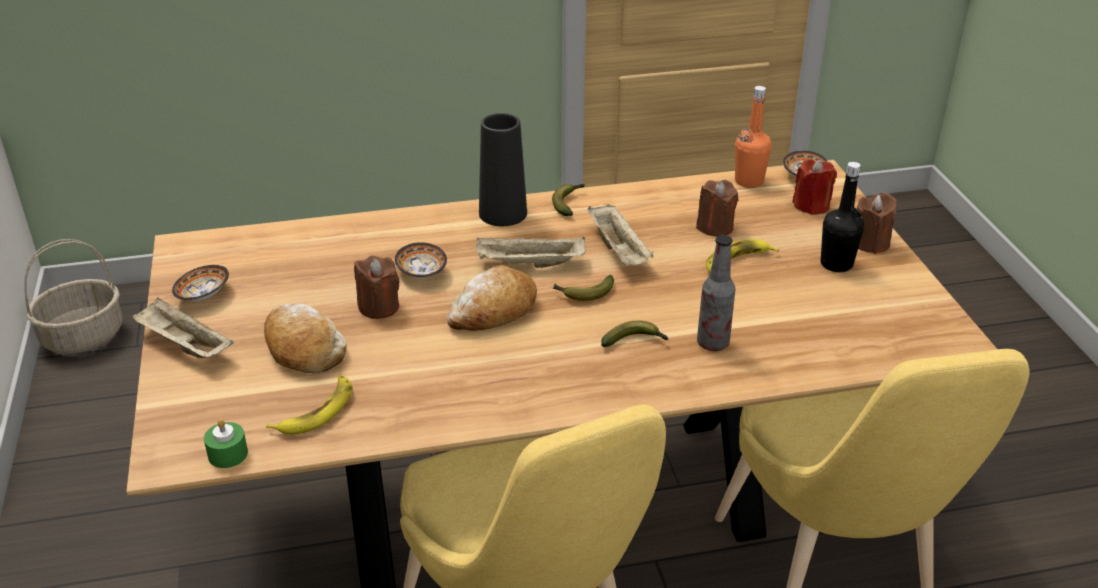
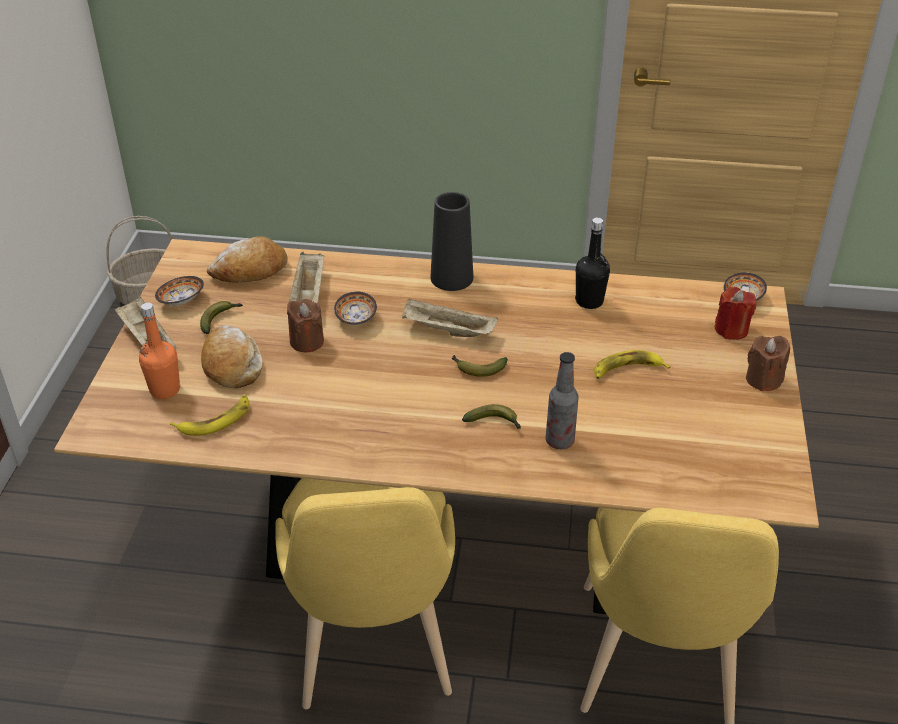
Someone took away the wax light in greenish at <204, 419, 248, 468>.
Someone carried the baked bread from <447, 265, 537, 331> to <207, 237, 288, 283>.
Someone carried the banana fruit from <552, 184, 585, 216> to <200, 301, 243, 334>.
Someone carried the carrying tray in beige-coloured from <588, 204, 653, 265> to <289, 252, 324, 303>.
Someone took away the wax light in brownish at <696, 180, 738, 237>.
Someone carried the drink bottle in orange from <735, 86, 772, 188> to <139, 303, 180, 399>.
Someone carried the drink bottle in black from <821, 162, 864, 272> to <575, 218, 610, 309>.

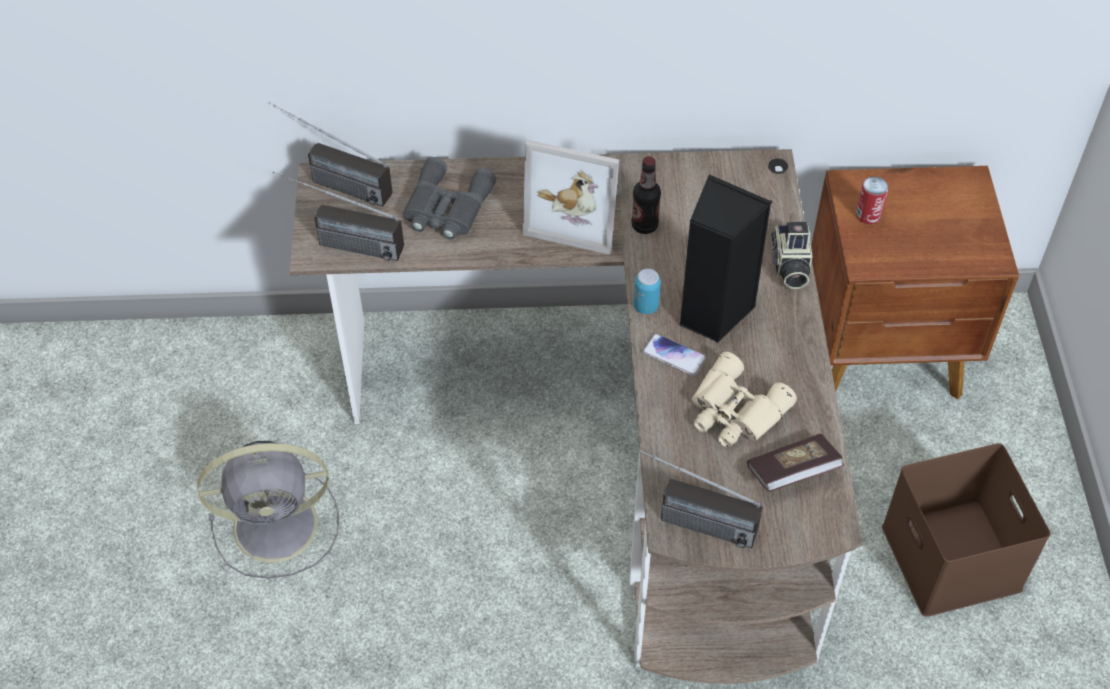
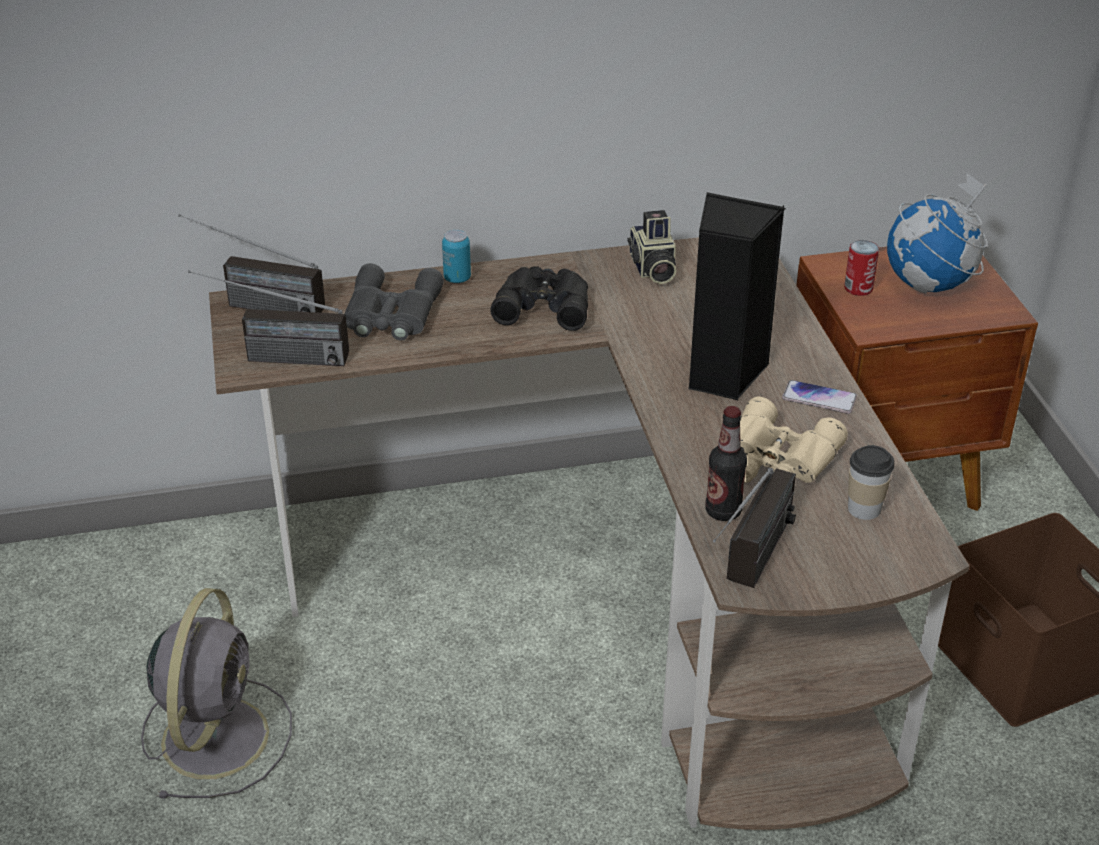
Someone rotated the fan in grey at <198, 441, 339, 579> by 60 degrees counterclockwise.
Someone swapped the photo frame at <523, 140, 621, 255> for the binoculars in black at <490, 266, 588, 331>.
Someone rotated the radio at <621, 442, 763, 548> by 75 degrees counterclockwise.
Someone carried the drink bottle from <631, 156, 661, 234> to <705, 406, 747, 521>.
Someone carried the can from <634, 269, 661, 314> to <442, 230, 471, 283>.
Someone carried the telephone from <642, 333, 707, 376> to <782, 380, 857, 414>.
Someone swapped the volume at <747, 434, 844, 492> for the drinking cup at <848, 445, 894, 520>.
Someone carried the still camera from <771, 222, 812, 289> to <627, 210, 676, 284>.
Someone put down the world globe at <887, 173, 988, 294>.

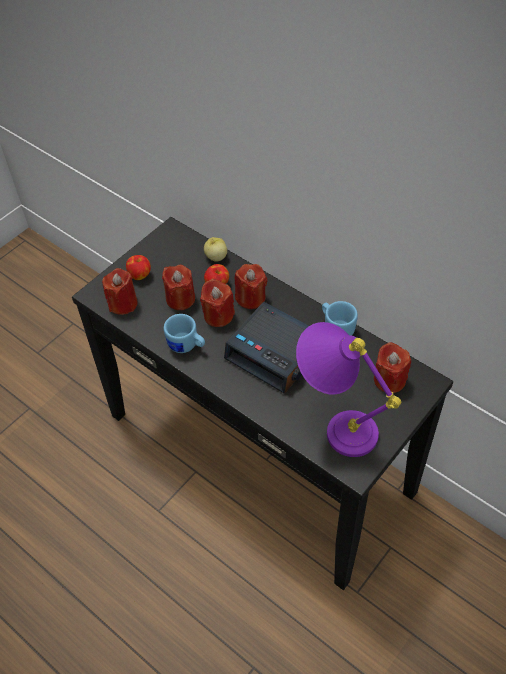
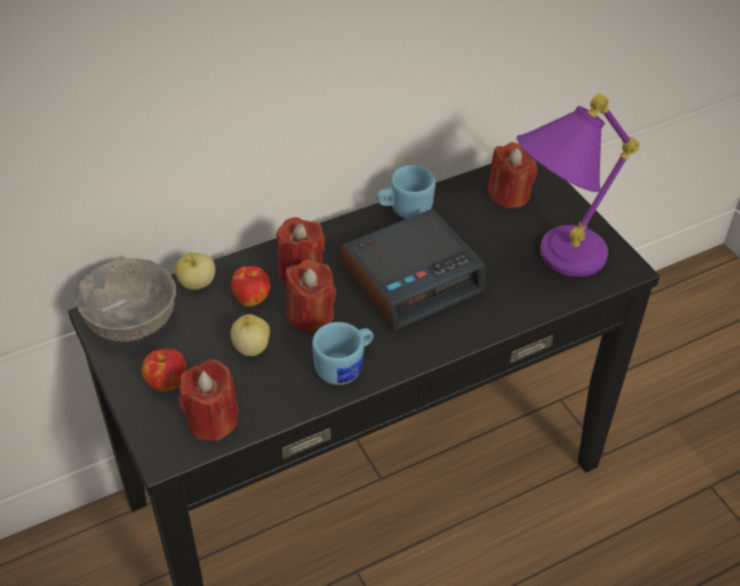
Someone swapped the wax light in reddish at <162, 265, 195, 310> for the apple at <231, 314, 270, 356>.
Someone put down the bowl in grey at <76, 258, 176, 342>.

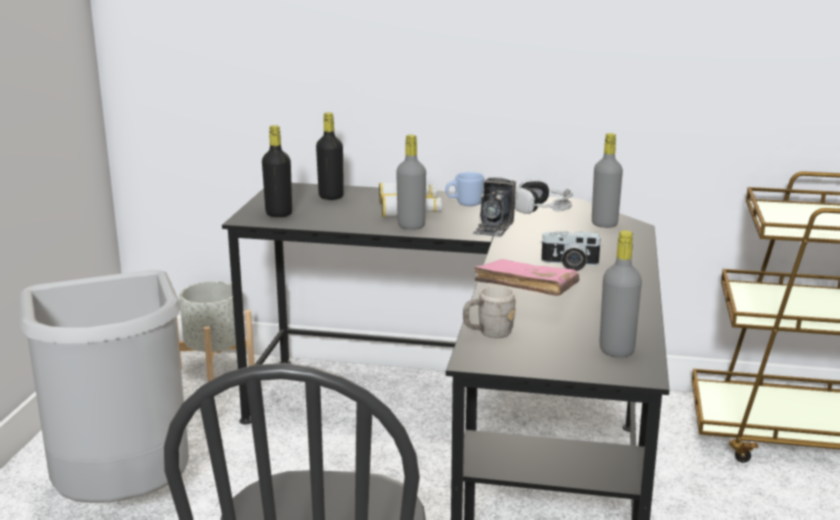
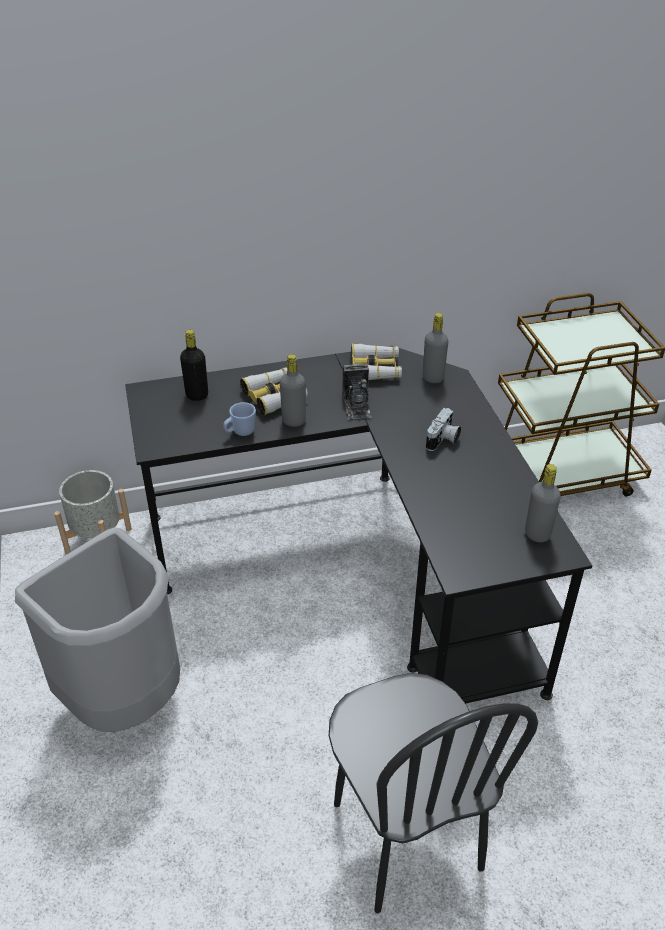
Someone took away the drink bottle in black at <262, 125, 292, 217>.
Someone carried the mug in blue from <446, 172, 485, 206> to <223, 402, 256, 436>.
Someone took away the mug in grey at <463, 286, 516, 338>.
Someone took away the volume in pink at <474, 259, 579, 296>.
Someone swapped the headphones at <515, 179, 573, 214> for the binoculars at <351, 344, 402, 380>.
Someone rotated the still camera at <540, 231, 602, 271> by 45 degrees counterclockwise.

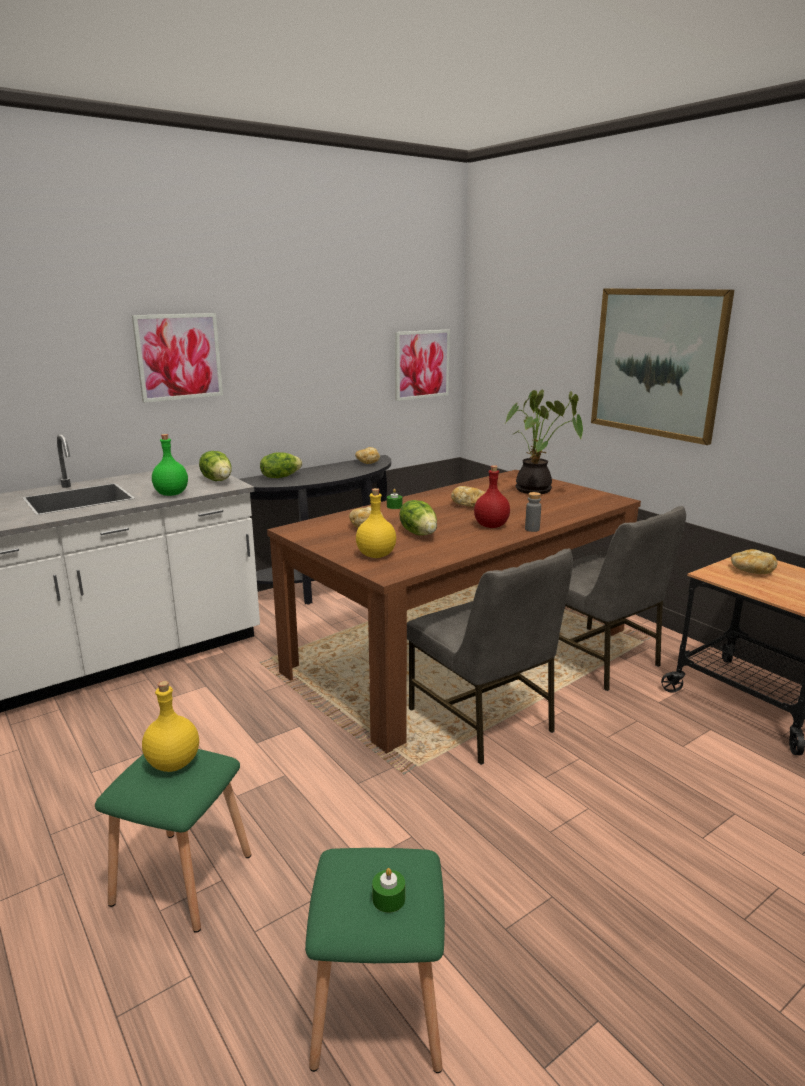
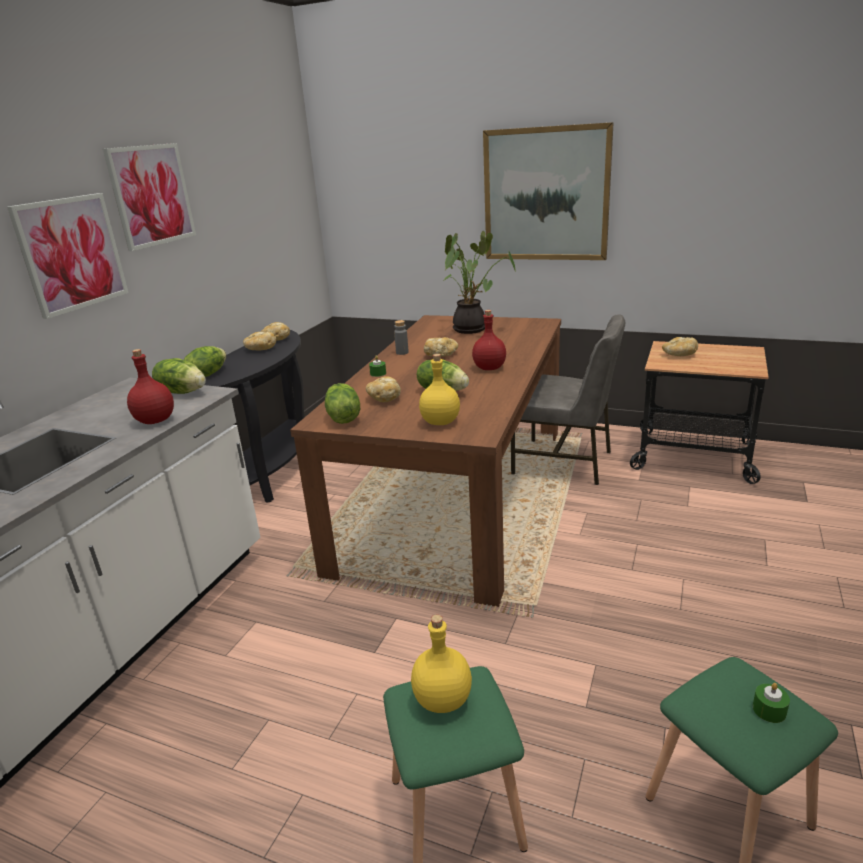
Someone repainted the drink bottle in greenish at <152, 434, 188, 496>, which became the drink bottle in reddish at <127, 349, 174, 424>.
Someone carried the wall art from <395, 329, 450, 401> to <103, 143, 196, 251>.
Someone took away the chair in grey at <407, 548, 573, 765>.
Someone carried the drink bottle in grey from <525, 492, 541, 532> to <394, 320, 409, 355>.
Someone put down the baked bread at <243, 332, 276, 351>.
Someone put down the lettuce head at <325, 383, 360, 424>.

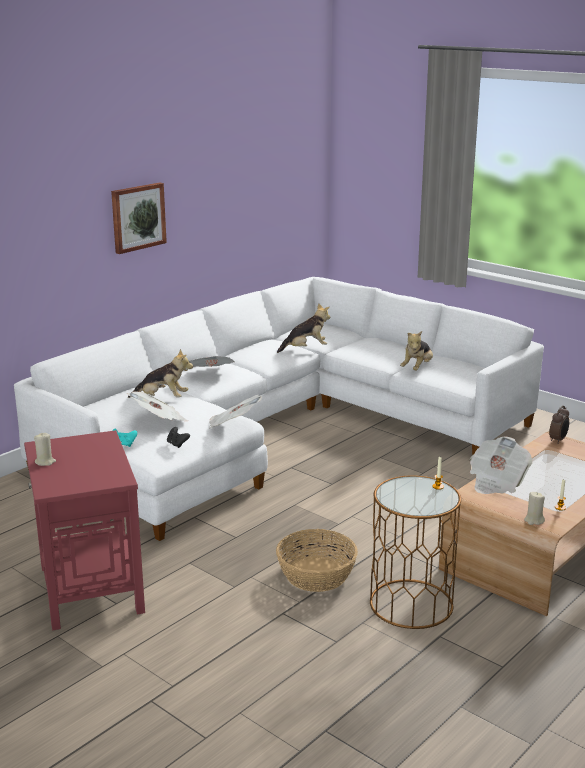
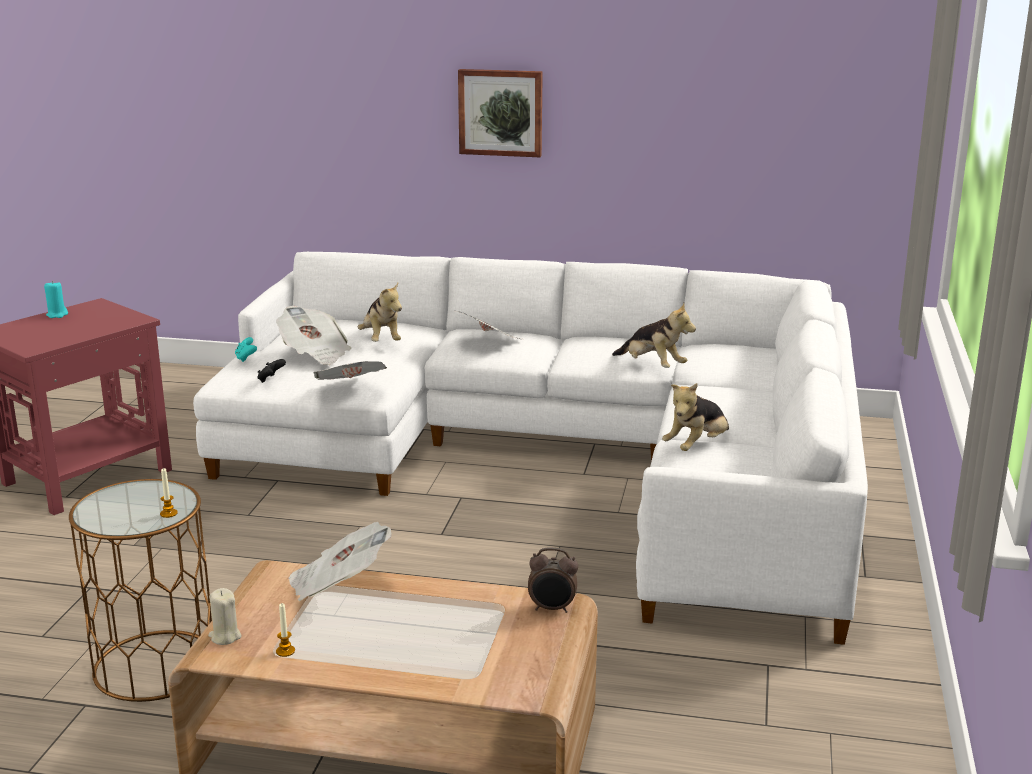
Someone repainted the wax light in beige-coloured at <34, 433, 56, 466>, which became the wax light in blue-green at <44, 281, 68, 318>.
Someone took away the household basket at <276, 529, 358, 592>.
Someone rotated the plush toy at <400, 331, 433, 370> by 45 degrees counterclockwise.

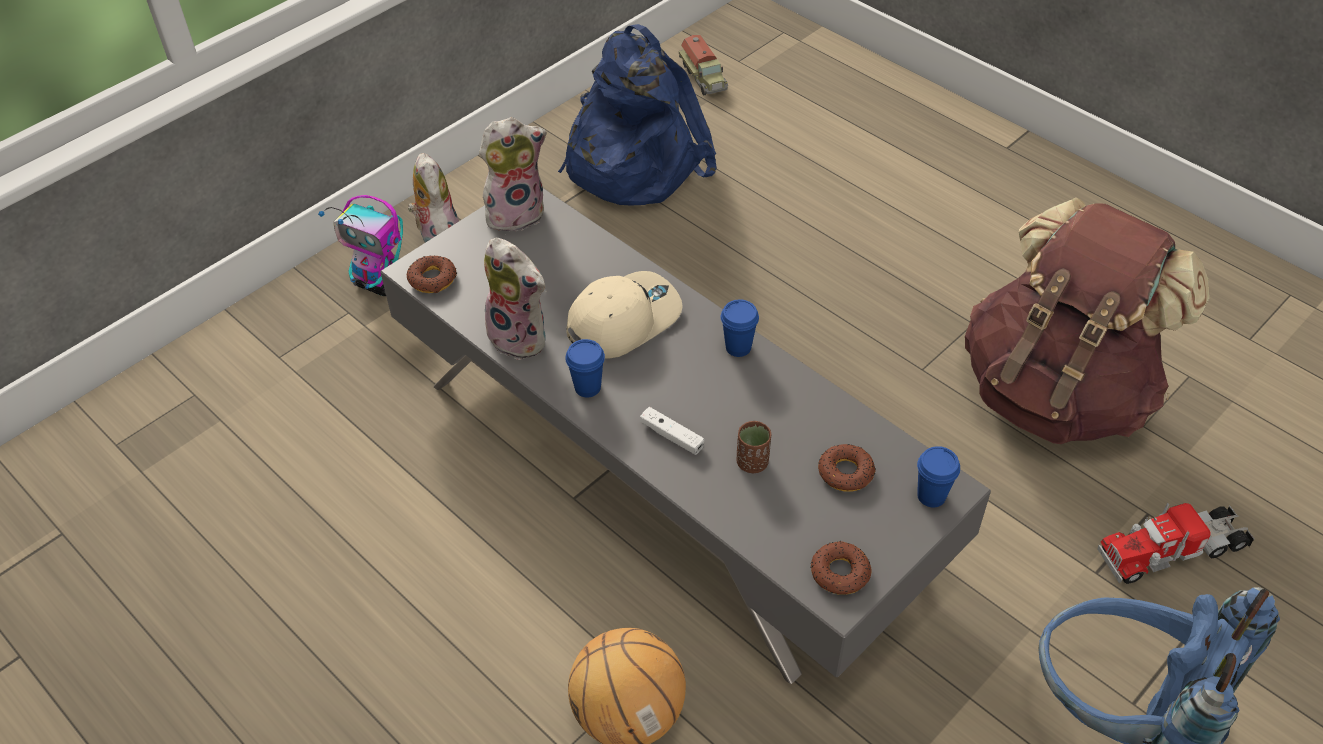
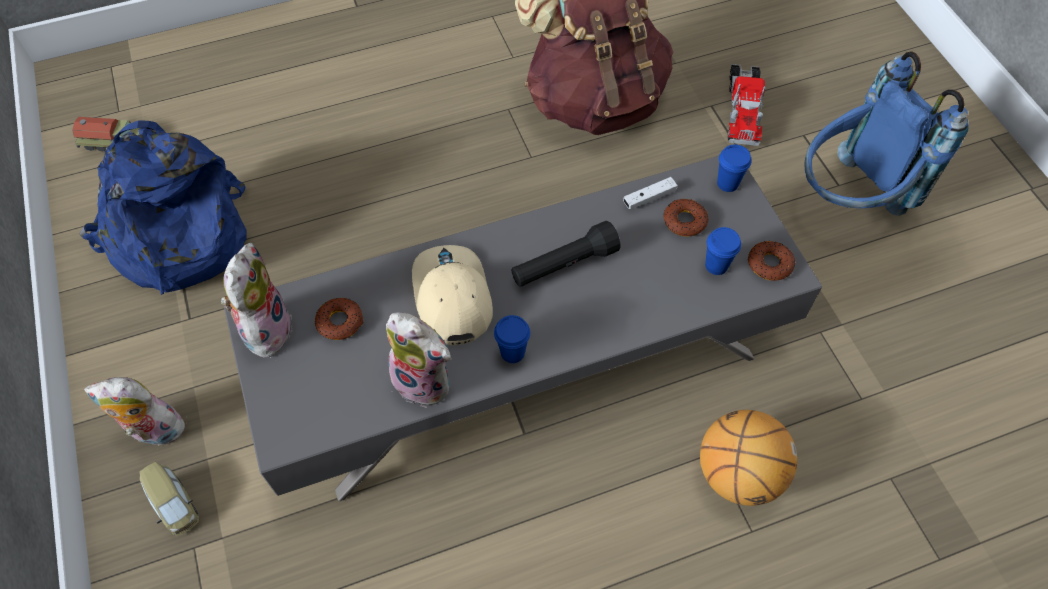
Someone swapped the model robot at <318, 195, 403, 296> for the model car at <139, 462, 199, 536>.
Someone carried the donut from <407, 255, 457, 293> to <315, 298, 364, 340>.
Someone rotated the plush toy at <479, 238, 546, 360> by 60 degrees clockwise.
Someone carried the game controller in whitish from <640, 407, 704, 455> to <623, 177, 678, 209>.
Someone carried the drinking cup in blue from <721, 300, 759, 357> to <705, 227, 741, 275>.
Someone took away the drinking cup in brownish at <736, 421, 771, 473>.
Someone put down the hand torch in black at <511, 221, 620, 287>.

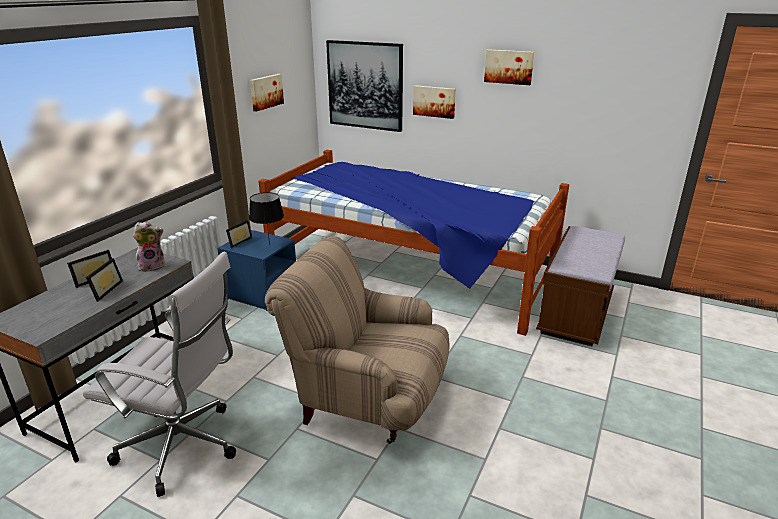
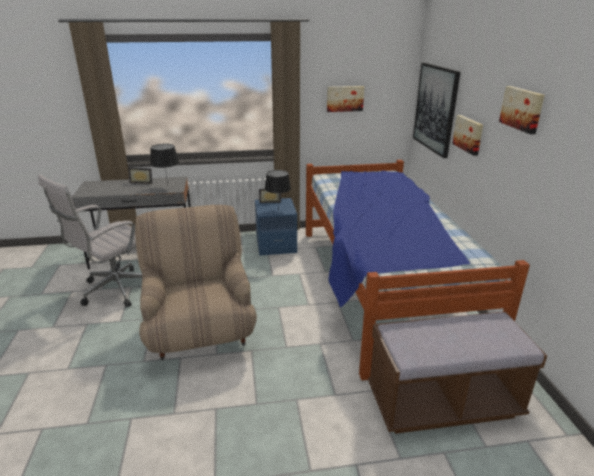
Someone rotated the computer chair in whitish at <83, 252, 236, 497> by 60 degrees clockwise.
Someone took away the photo frame at <86, 258, 123, 302>.
Someone swapped the plush toy at <133, 221, 165, 273> for the tabletop lamp in black at <150, 144, 179, 185>.

